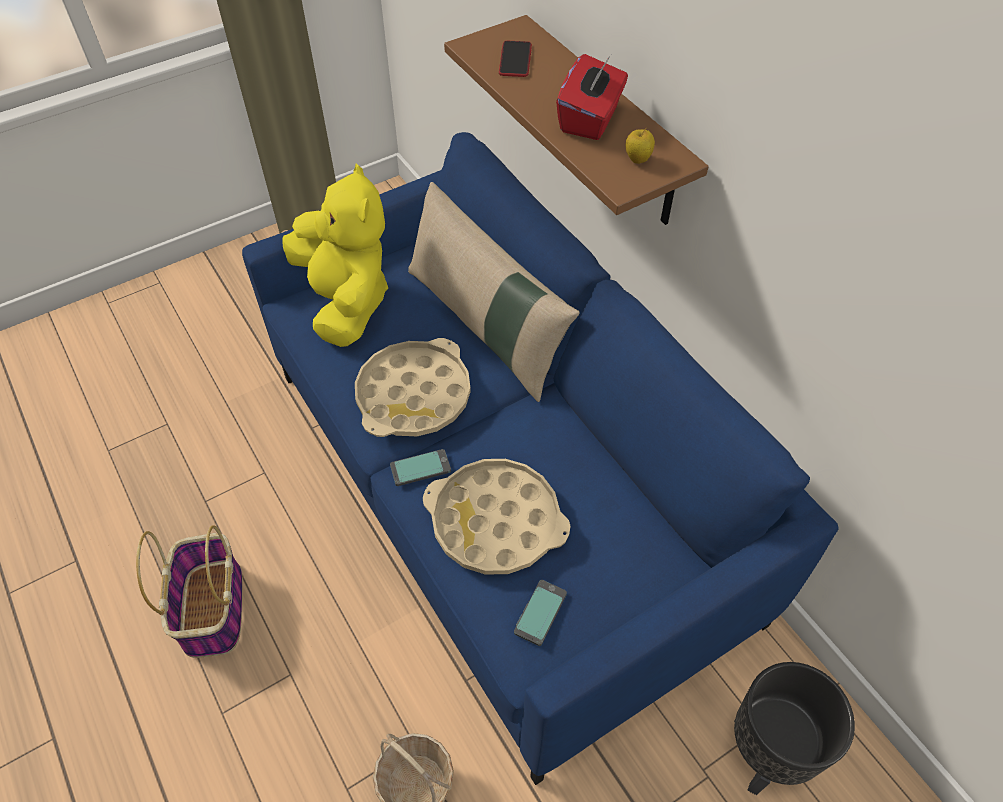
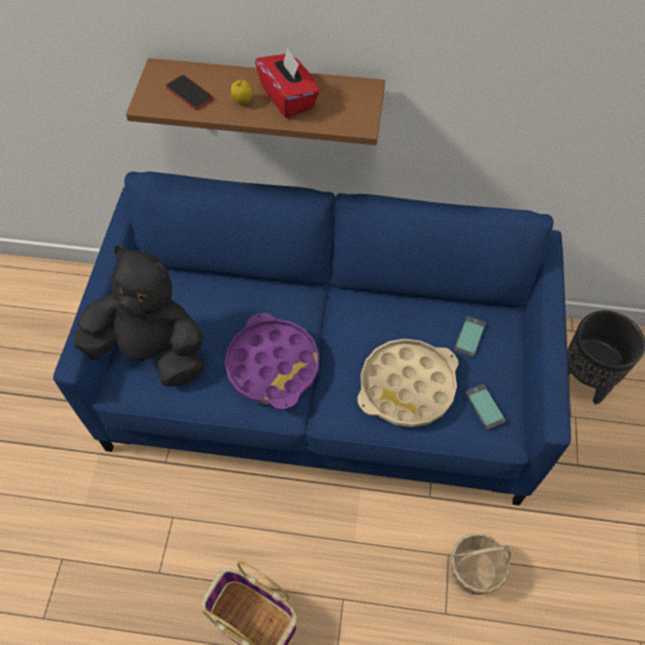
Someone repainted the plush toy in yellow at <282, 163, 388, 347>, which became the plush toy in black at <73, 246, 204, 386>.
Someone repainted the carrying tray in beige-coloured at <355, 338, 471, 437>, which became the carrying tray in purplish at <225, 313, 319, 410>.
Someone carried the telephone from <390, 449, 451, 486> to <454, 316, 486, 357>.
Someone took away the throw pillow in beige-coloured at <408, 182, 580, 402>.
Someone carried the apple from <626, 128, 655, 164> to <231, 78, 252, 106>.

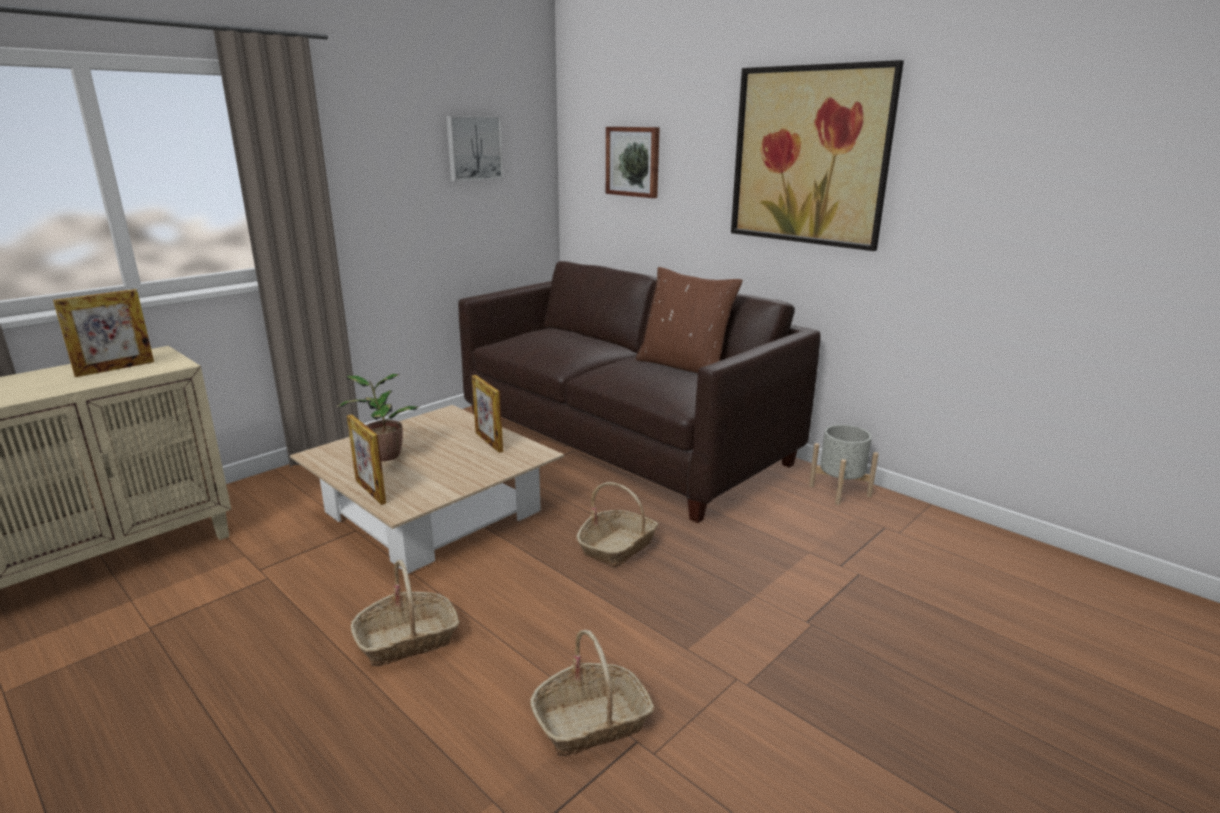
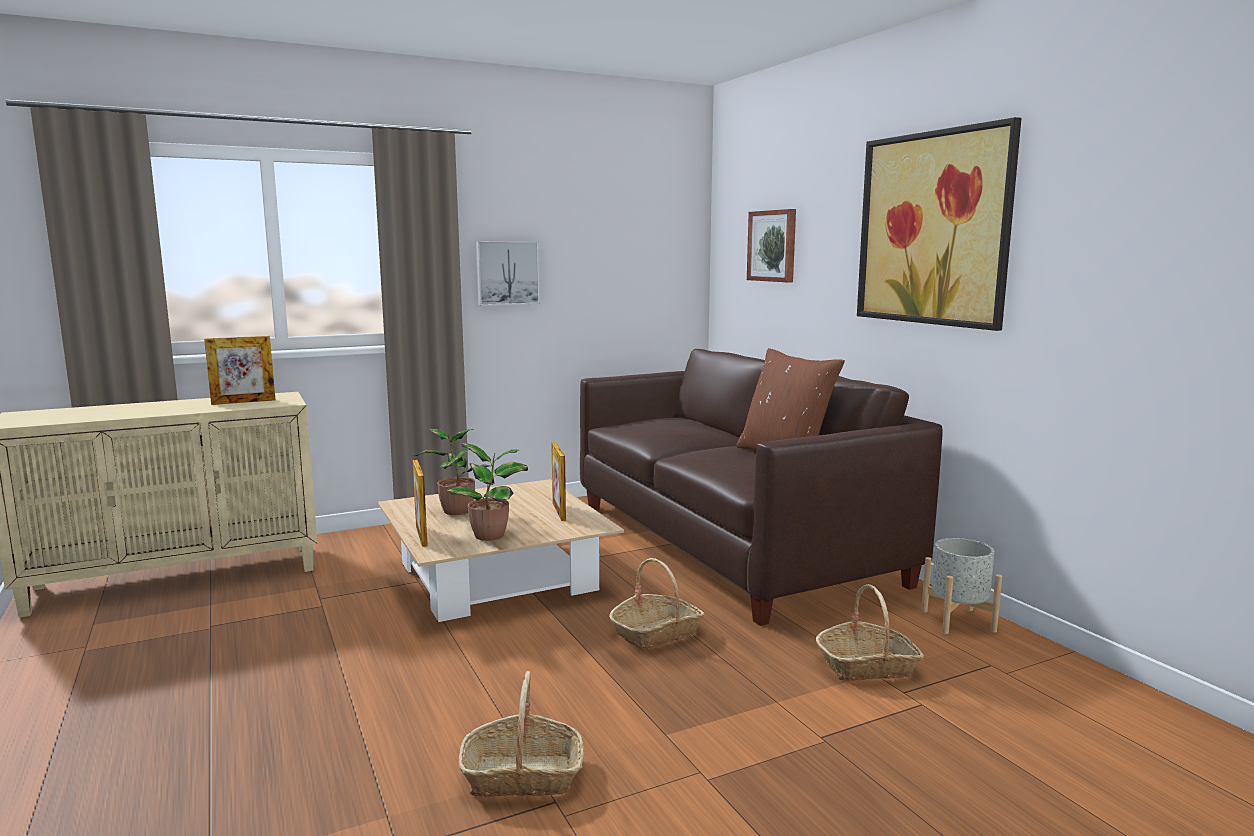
Someone carried the household basket from <351, 560, 460, 666> to <816, 584, 924, 681>.
Someone carried the wall art from <446, 116, 504, 182> to <476, 241, 540, 306>.
Someone put down the houseplant at <447, 443, 528, 541>.

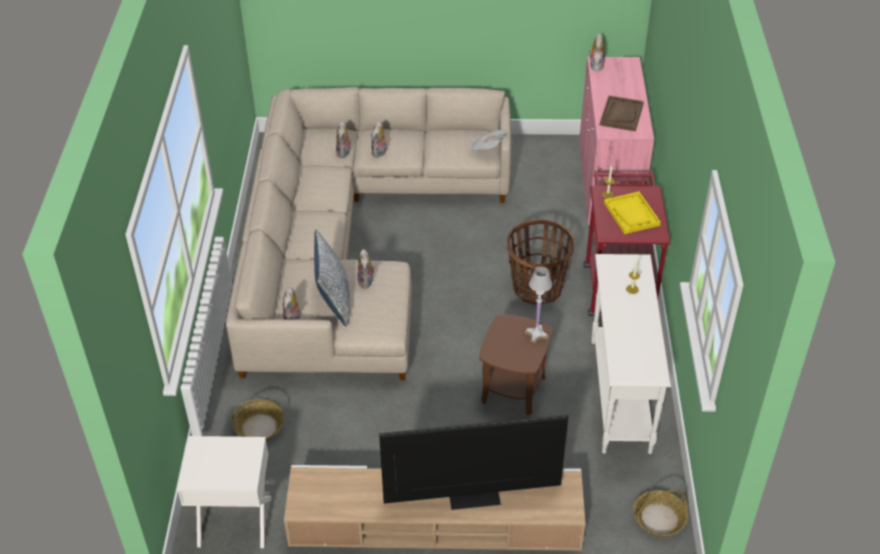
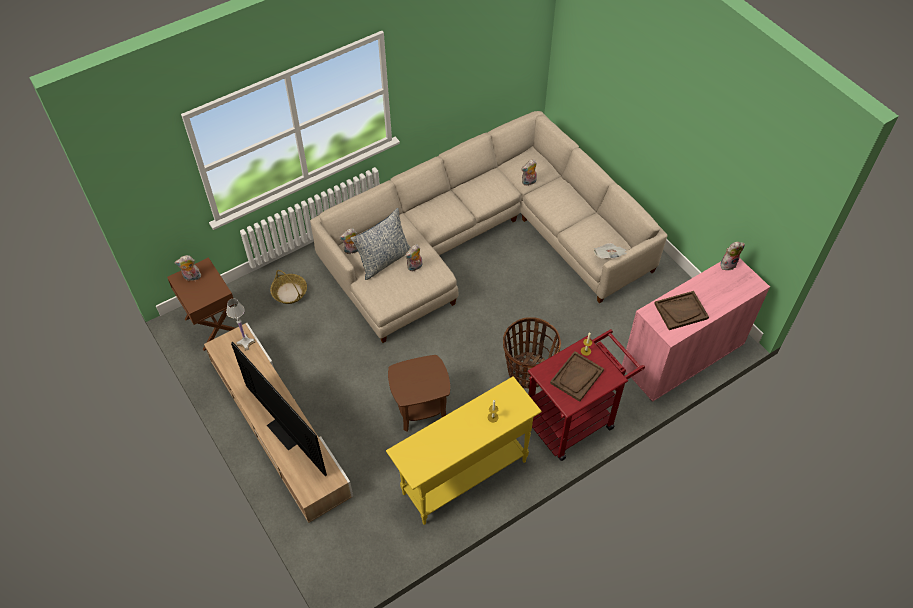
Someone repainted the nightstand in whitish at <177, 436, 272, 548>, which became the nightstand in brownish at <167, 257, 235, 351>.
Someone carried the plush toy from <371, 121, 387, 158> to <174, 255, 201, 281>.
Someone carried the tabletop lamp in whitish from <525, 267, 552, 343> to <226, 299, 255, 351>.
Someone repainted the hall table in whitish at <591, 254, 671, 454>, which became the hall table in yellow at <386, 376, 542, 525>.
Someone repainted the carrying tray in yellow at <604, 191, 661, 234>, which became the carrying tray in brownish at <550, 351, 604, 402>.
Someone took away the household basket at <633, 490, 688, 537>.

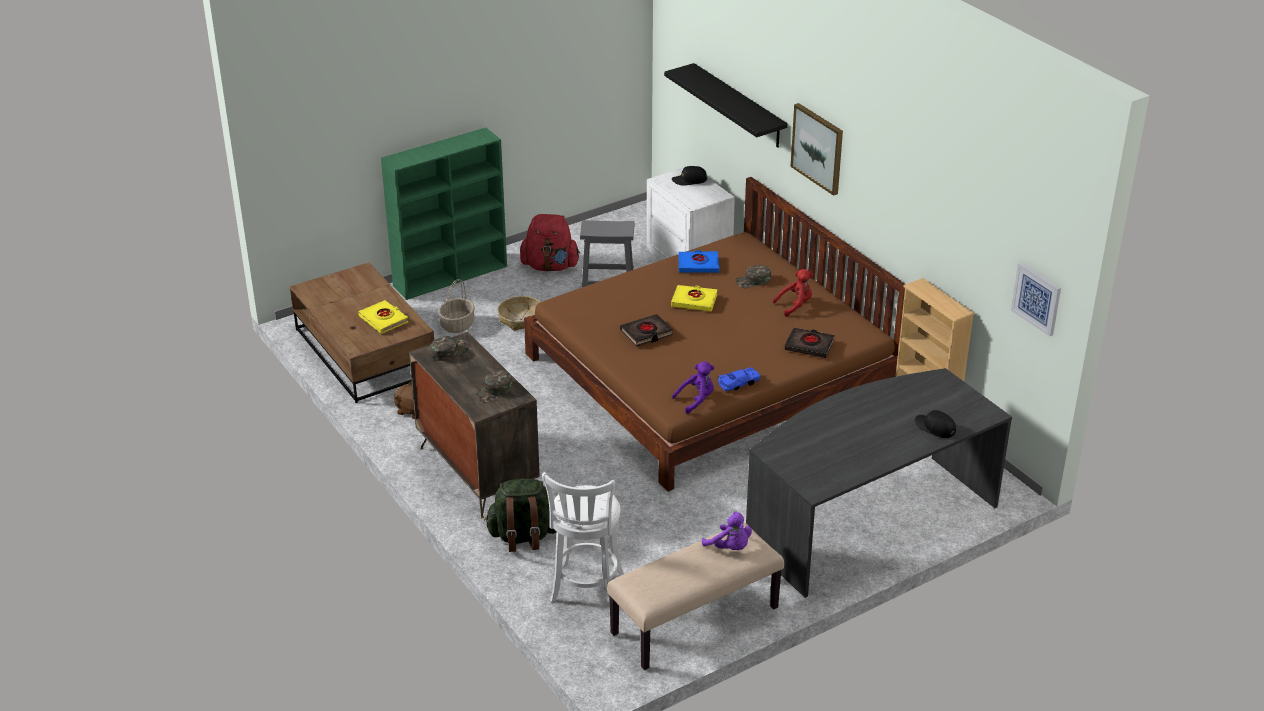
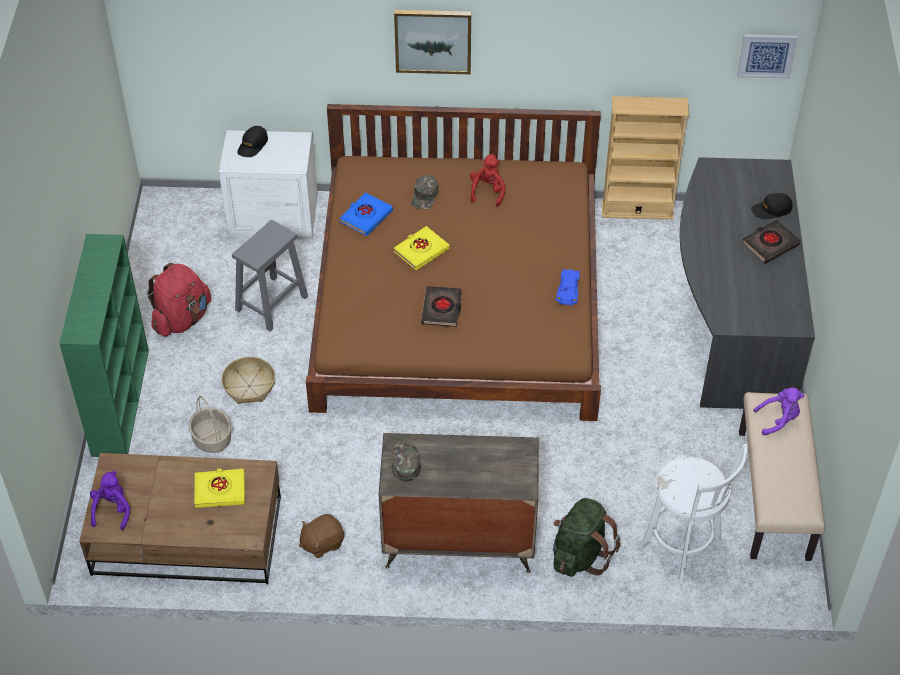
Someone took away the peaked cap in greenish at <475, 370, 513, 403>.
Someone took away the bracket shelf in black at <664, 63, 787, 148>.
Someone carried the plush toy in purplish from <672, 361, 714, 414> to <90, 471, 130, 530>.
Someone carried the volume in black from <785, 328, 835, 358> to <742, 219, 800, 264>.

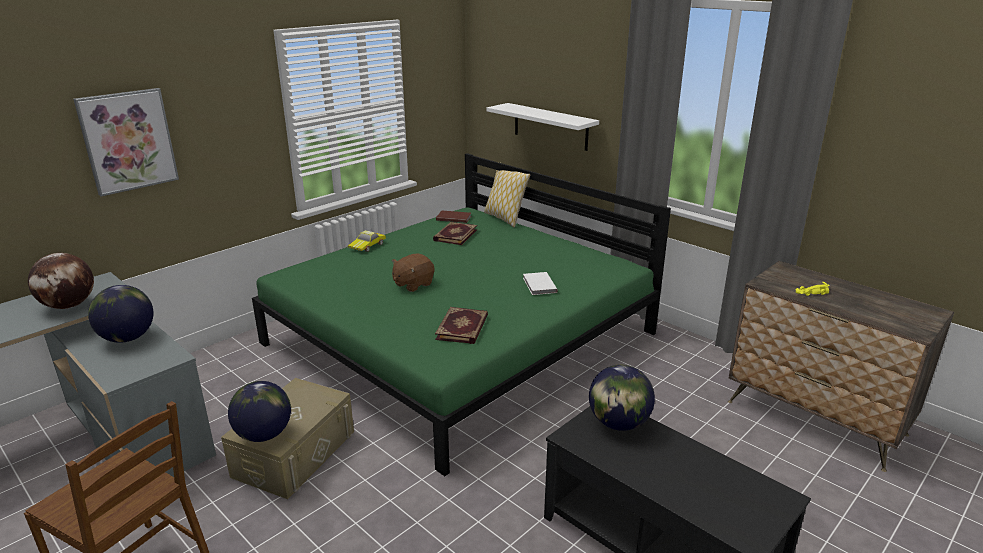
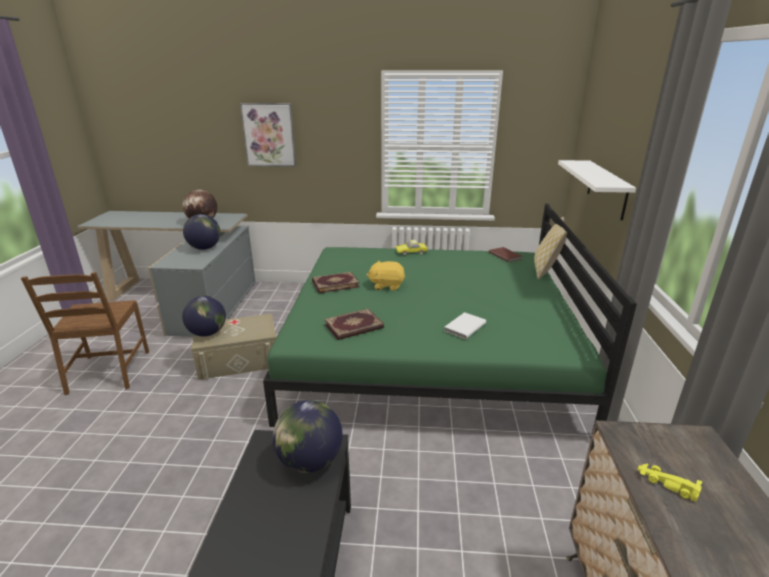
Someone repainted the plush toy in brownish at <392, 253, 434, 292>, which became the plush toy in yellow at <367, 260, 405, 291>.
Someone carried the volume from <433, 222, 477, 245> to <312, 272, 360, 293>.

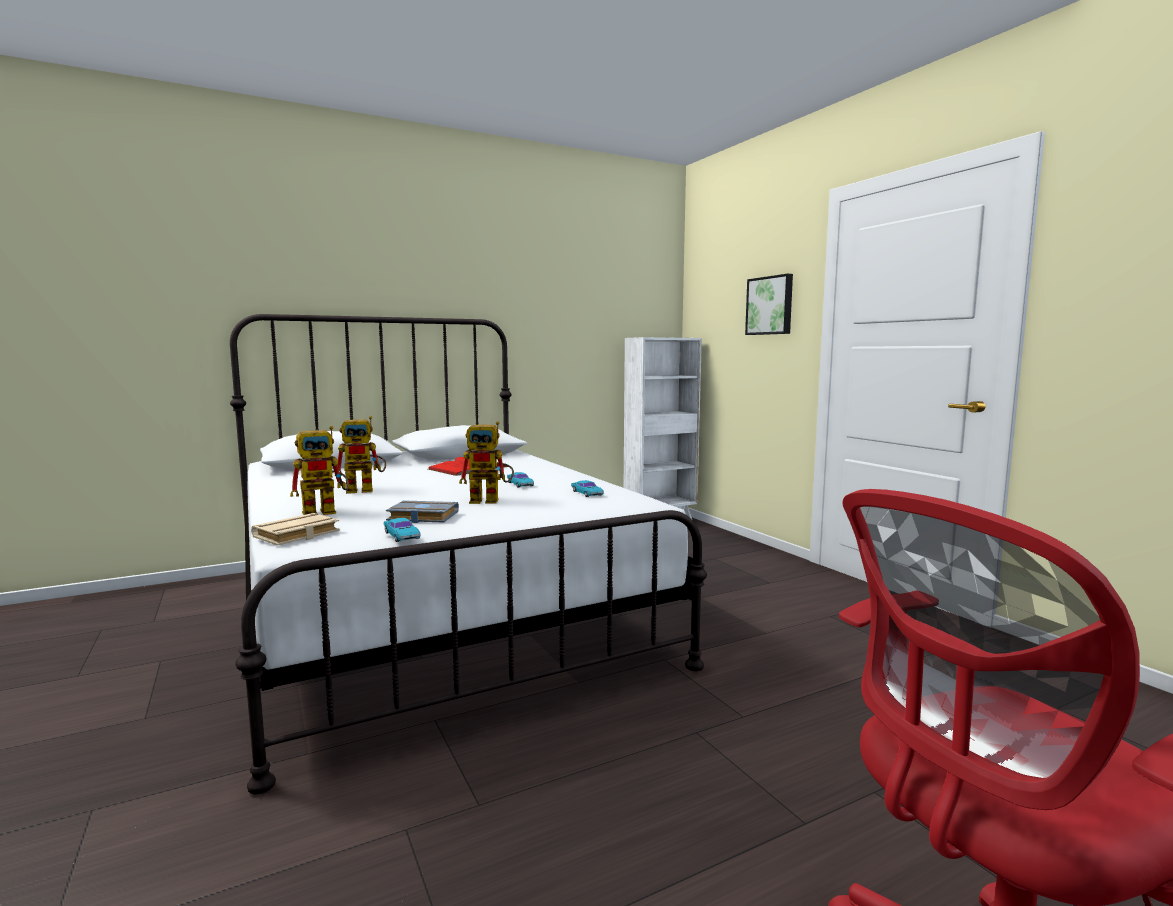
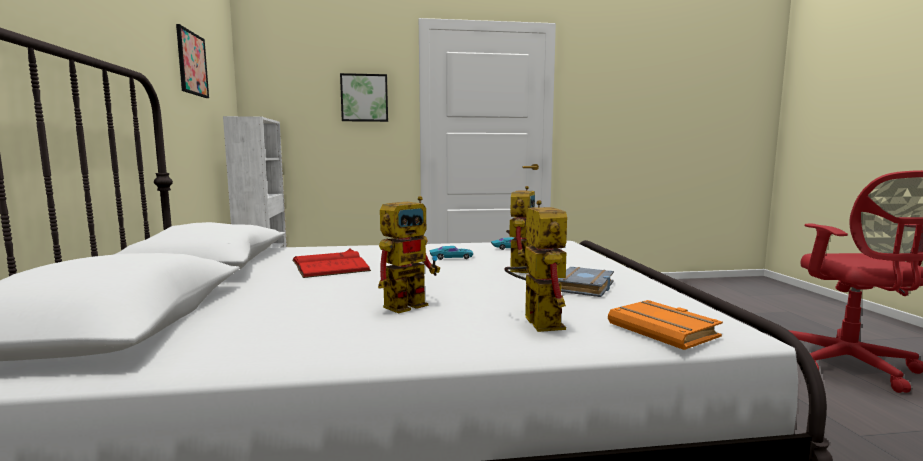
Someone repainted the volume in beige-coloured at <251, 513, 340, 546>, which became the volume in orange at <608, 300, 723, 350>.
Someone rotated the model robot at <337, 416, 386, 494> by 45 degrees clockwise.
Someone took away the model car in blue-green at <384, 518, 421, 542>.
Someone put up the wall art at <176, 24, 209, 98>.

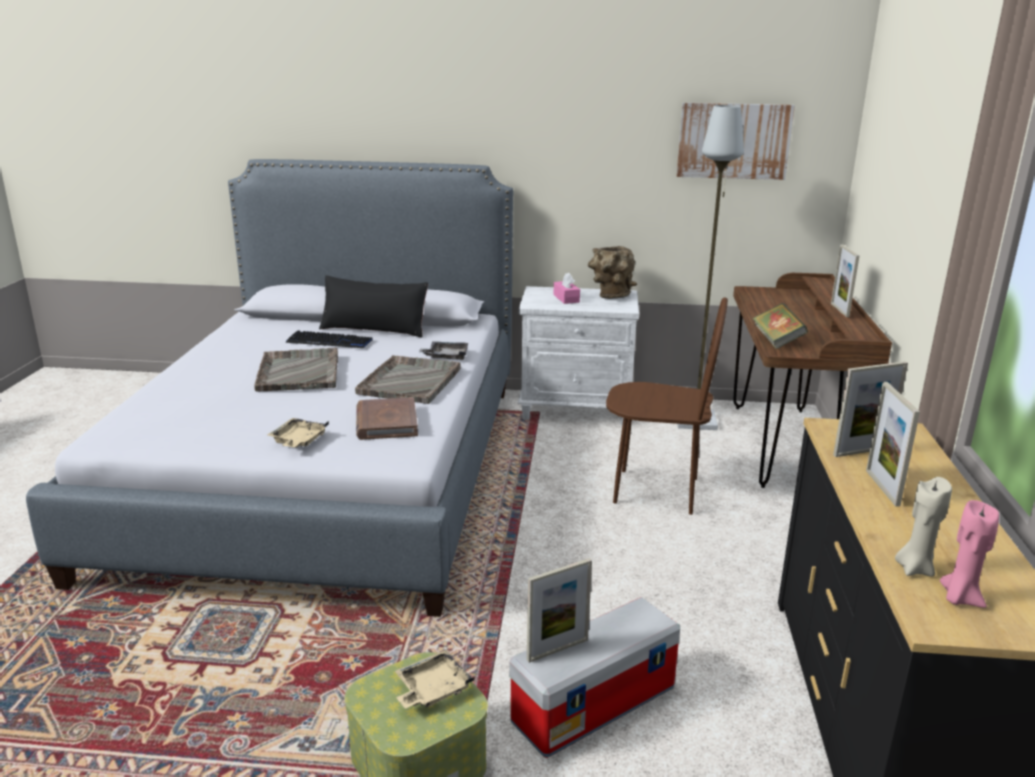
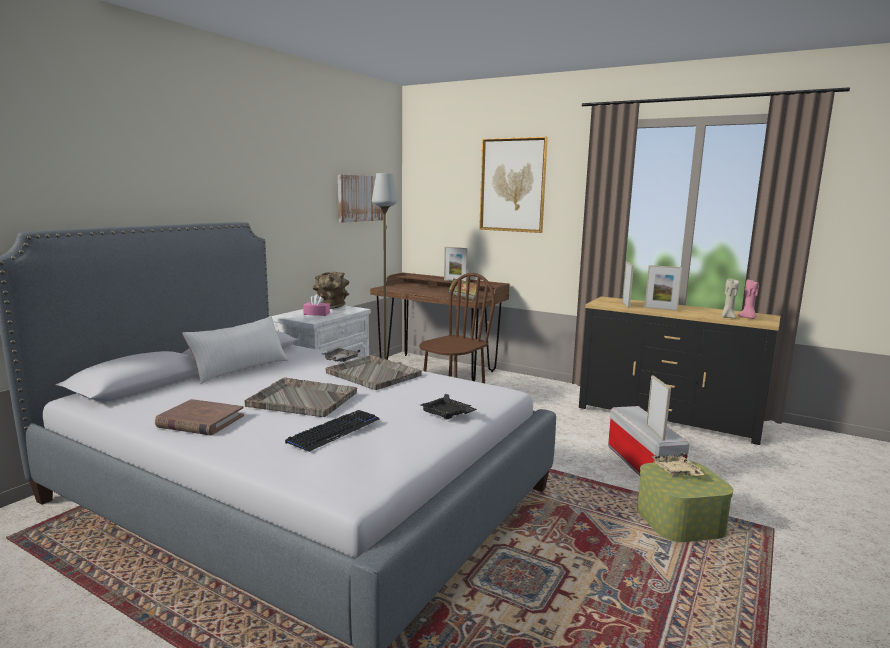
Someone repainted the carrying tray in beige-coloured at <268, 418, 329, 448>, which became the carrying tray in black at <421, 394, 477, 419>.
Someone carried the keyboard from <286, 331, 373, 348> to <285, 410, 380, 452>.
Someone repainted the throw pillow in black at <319, 275, 428, 338>, which became the throw pillow in whitish at <182, 316, 288, 384>.
Someone carried the volume in brownish from <356, 397, 418, 440> to <155, 399, 244, 435>.
Someone put up the wall art at <479, 137, 548, 233>.

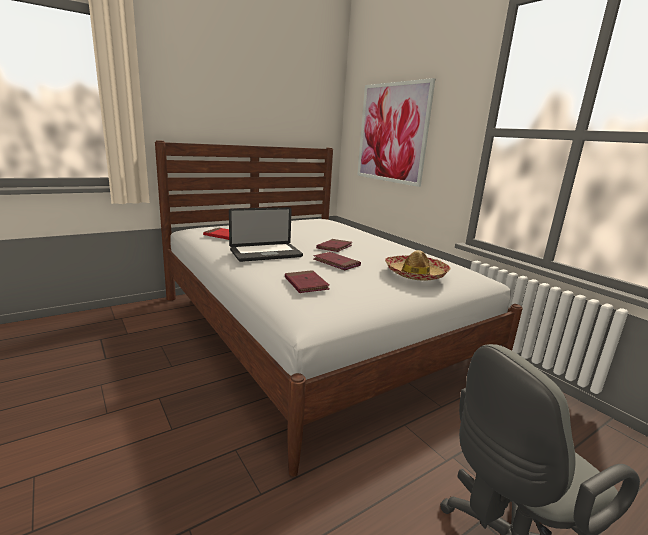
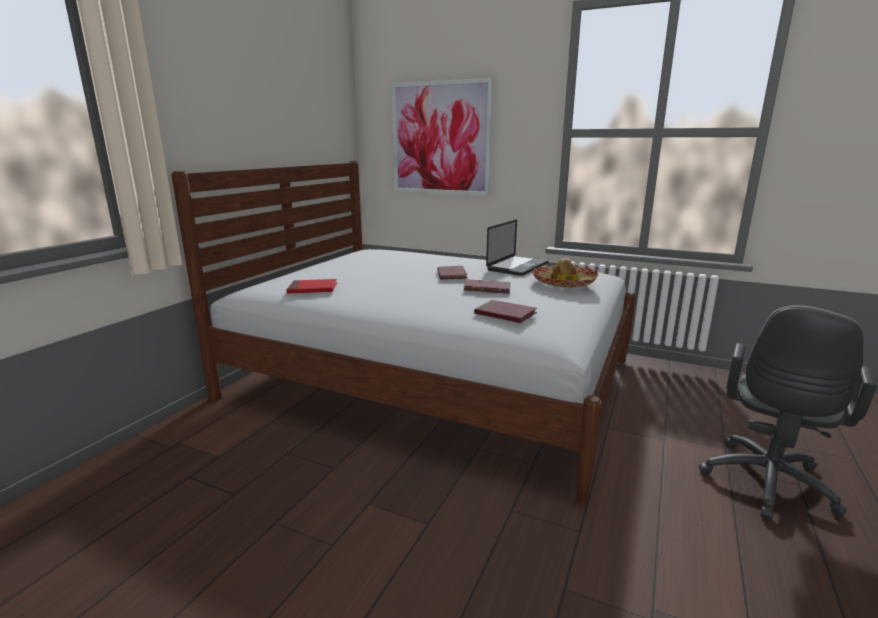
Someone carried the notebook computer from <229, 207, 303, 262> to <486, 220, 548, 276>.

